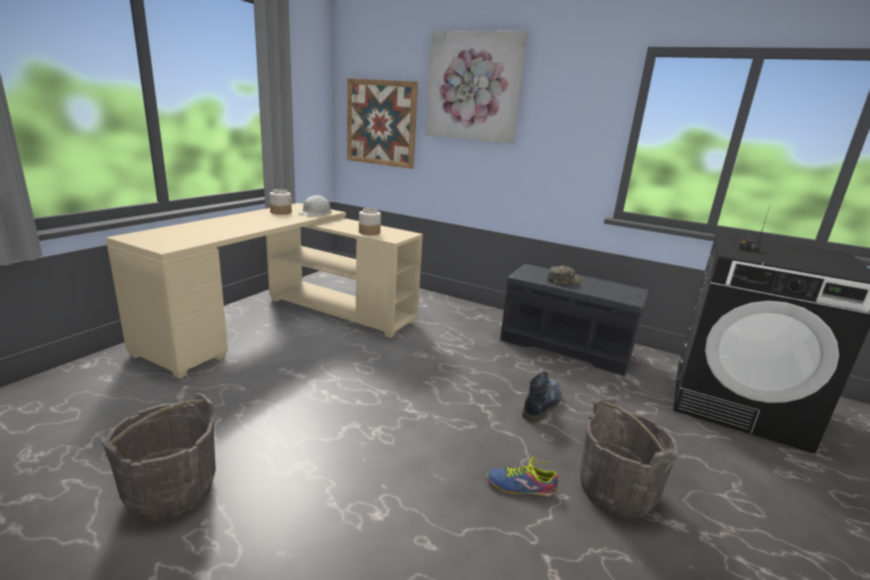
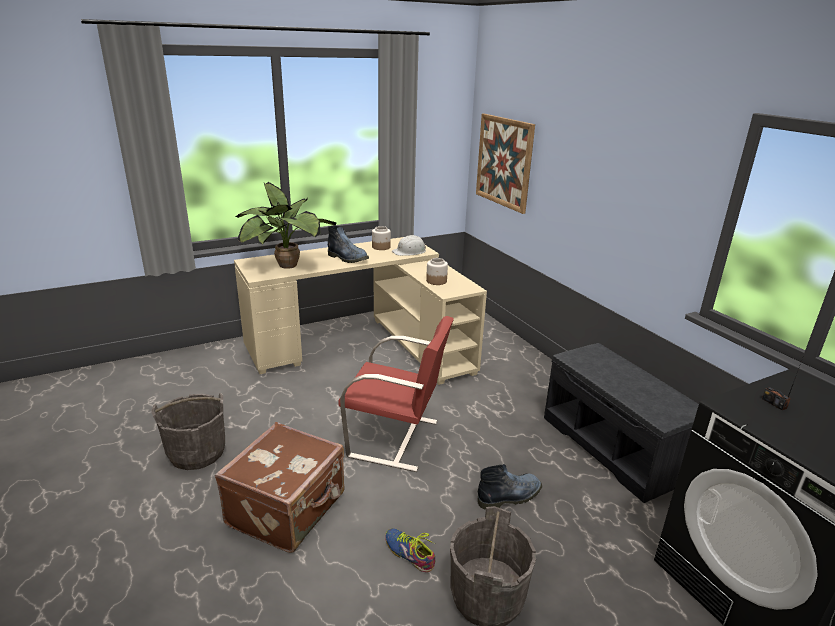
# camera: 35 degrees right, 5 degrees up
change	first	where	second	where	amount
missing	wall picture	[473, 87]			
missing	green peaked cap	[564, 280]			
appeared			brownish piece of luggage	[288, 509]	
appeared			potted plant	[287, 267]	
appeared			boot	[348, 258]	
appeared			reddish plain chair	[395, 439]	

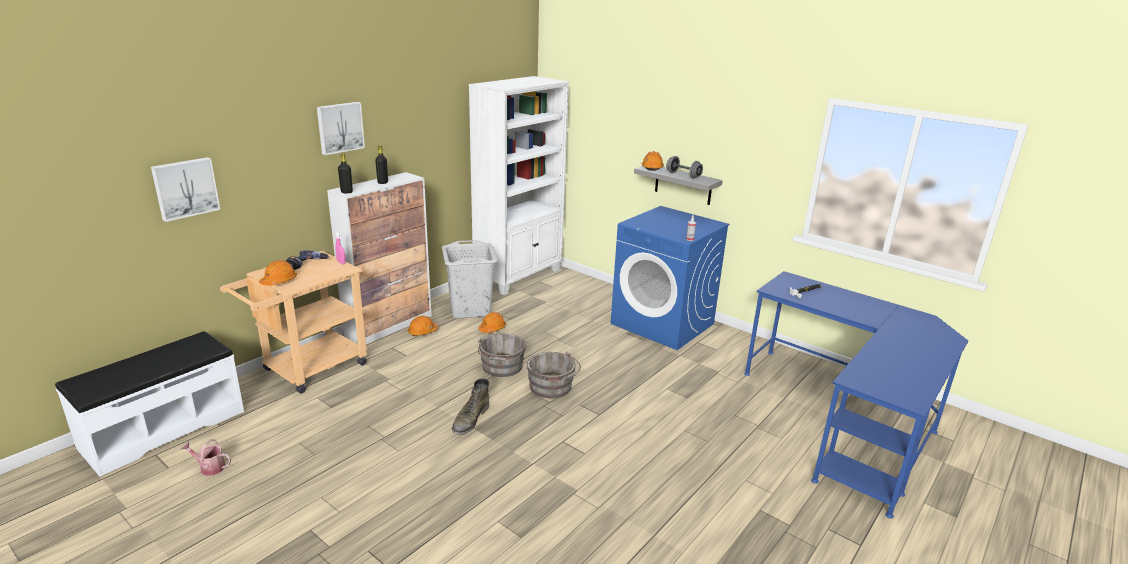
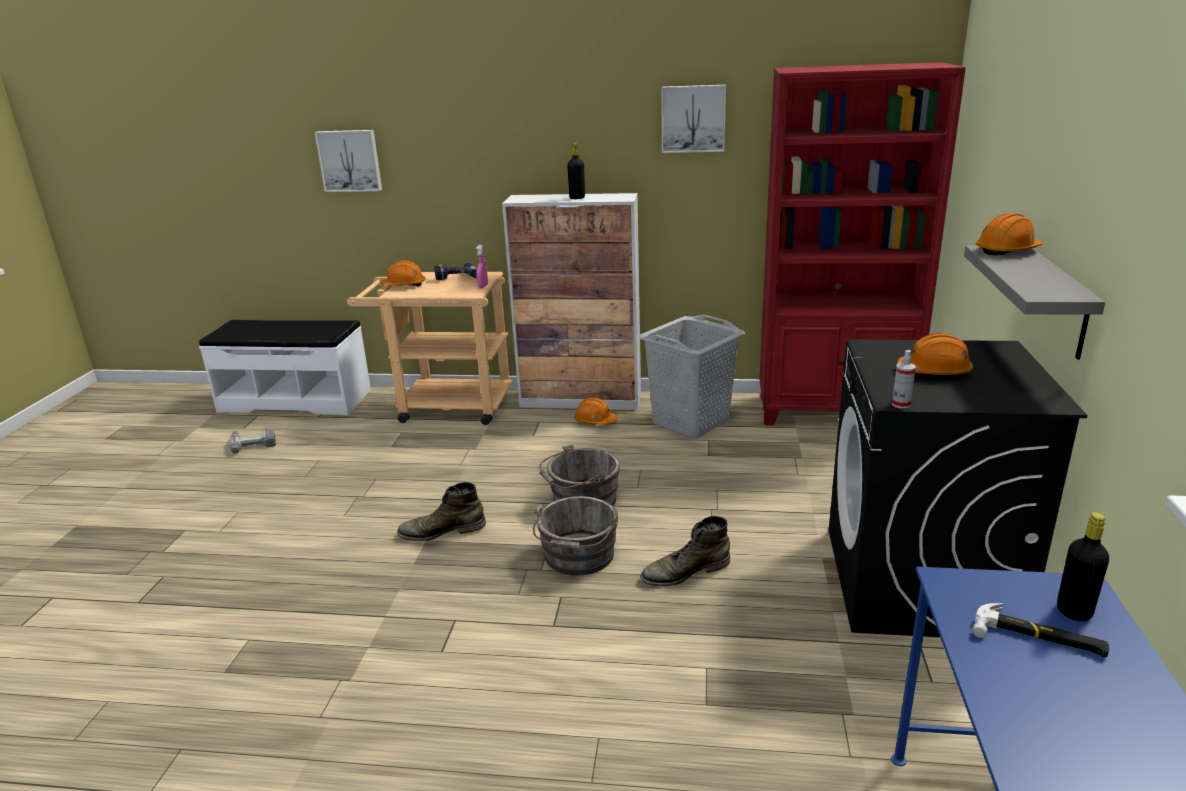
# camera: 60 degrees right, 0 degrees up
change	first	where	second	where	amount
exchanged	watering can	[209, 467]	power drill	[253, 443]	
relocated	wall picture	[339, 127]		[693, 118]	
relocated	black-coloured beverage bottle	[346, 192]		[1074, 611]	
colour	white-coloured bookshelf	[519, 276]	reddish bookshelf	[834, 412]	
relocated	orange-coloured work helmet	[492, 328]		[934, 372]	
colour	blue-coloured laundry appliance	[663, 324]	black-coloured laundry appliance	[919, 582]	
missing	gray hand weight	[683, 175]			
appeared			green boot	[685, 571]	

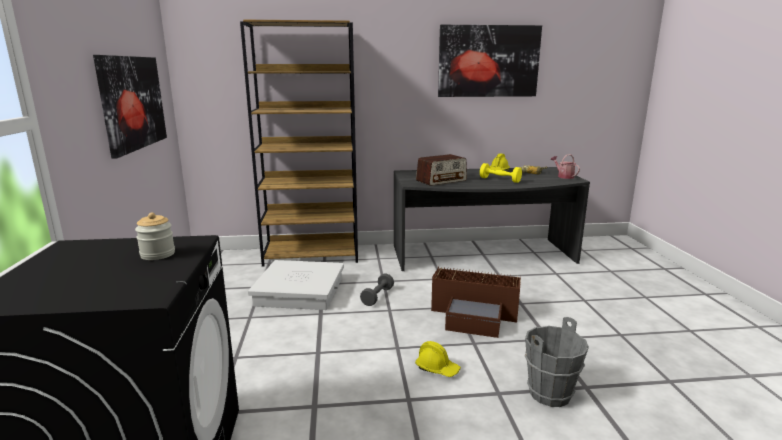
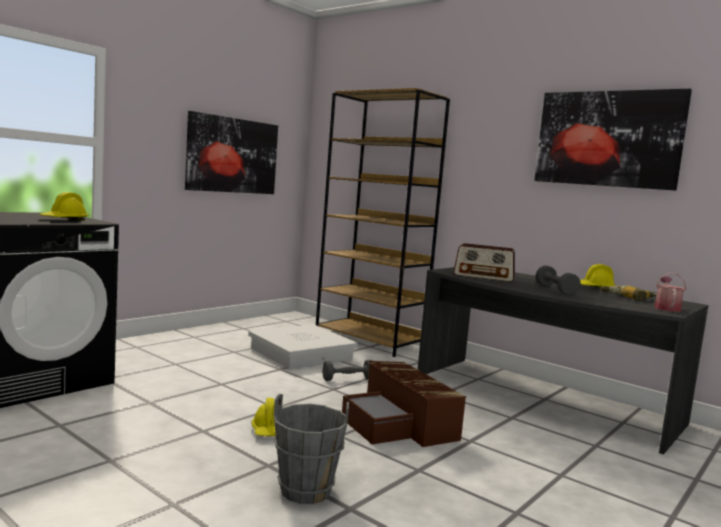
# camera: 45 degrees right, 10 degrees down
change	first	where	second	where	amount
exchanged	preserve jar	[158, 254]	yellow work helmet	[64, 220]	
colour	yellow hand weight	[500, 180]	gray hand weight	[555, 290]	

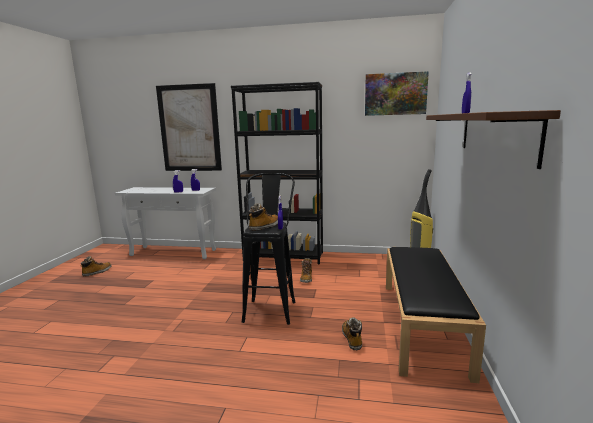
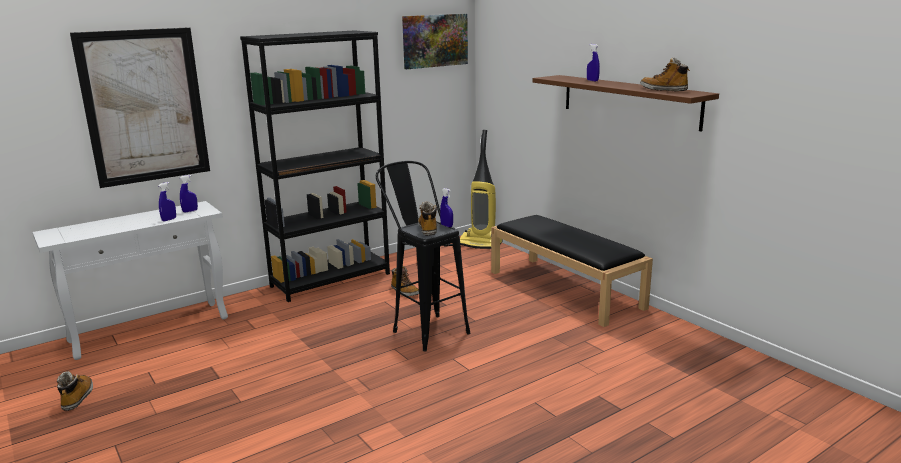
# camera: 45 degrees left, 5 degrees up
change	first	where	second	where	amount
relocated	boot	[352, 339]		[664, 90]	

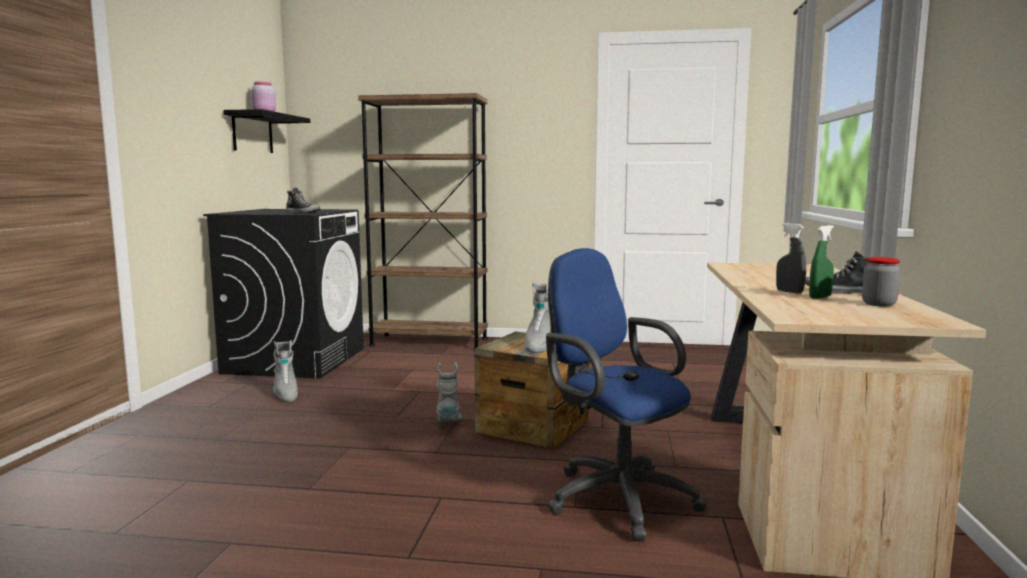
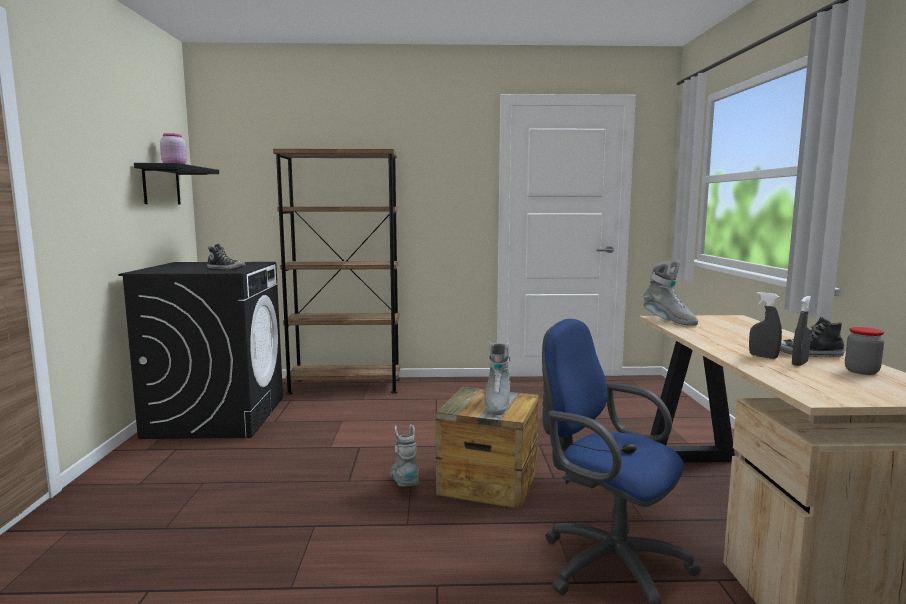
# camera: 10 degrees left, 0 degrees up
change	first	where	second	where	amount
relocated	gray boot	[285, 394]		[668, 321]	
colour	green sprayer	[820, 297]	gray sprayer	[799, 363]	

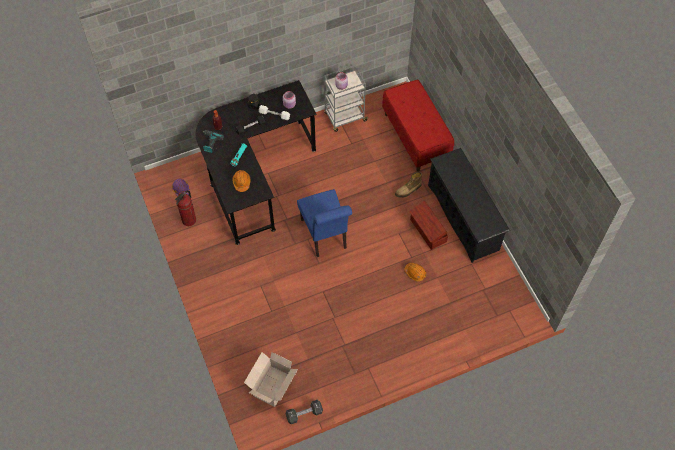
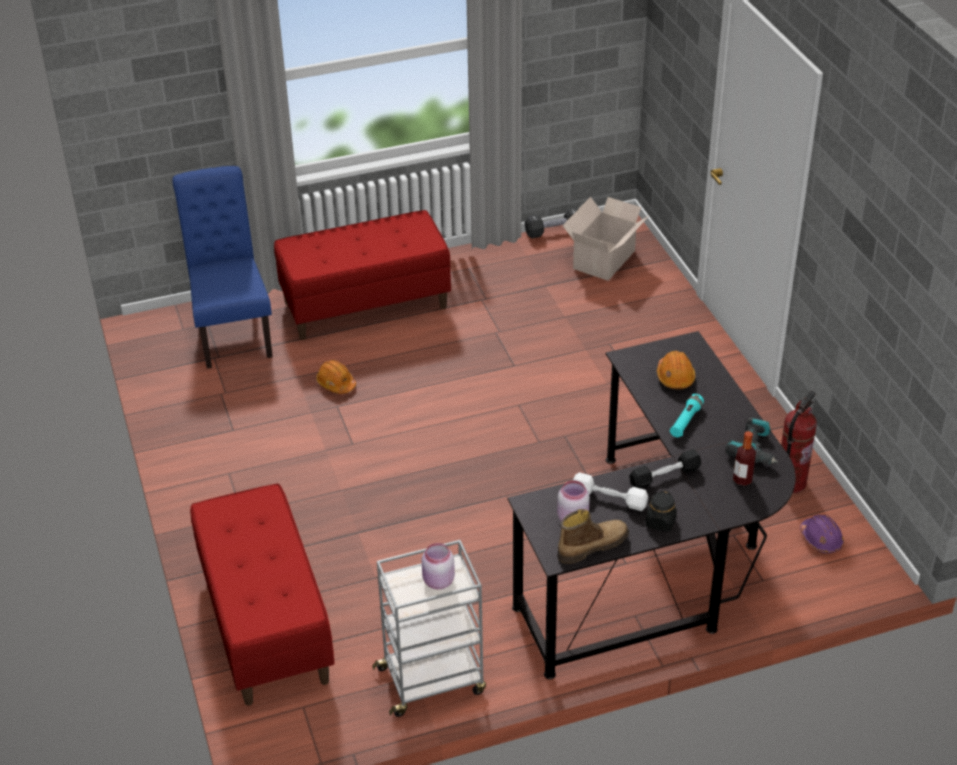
# camera: 175 degrees left, 20 degrees down
change	first	where	second	where	amount
relocated	blue-coloured plain chair	[325, 236]		[232, 331]	
relocated	boot	[408, 190]		[592, 546]	
missing	brownish storage box	[428, 231]			
missing	black-coloured shoe stand	[463, 217]			
appeared			reddish indoor bench	[365, 304]	

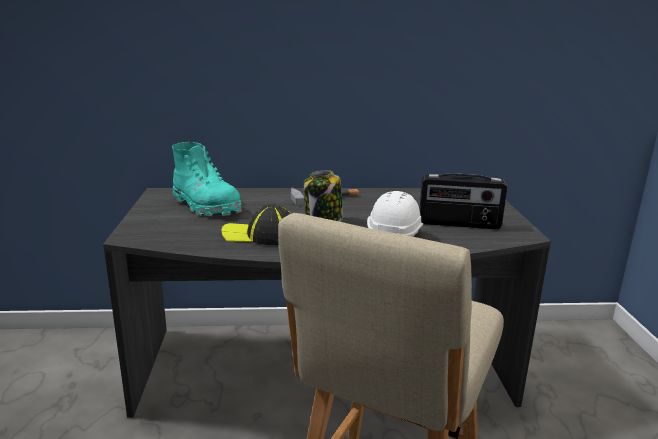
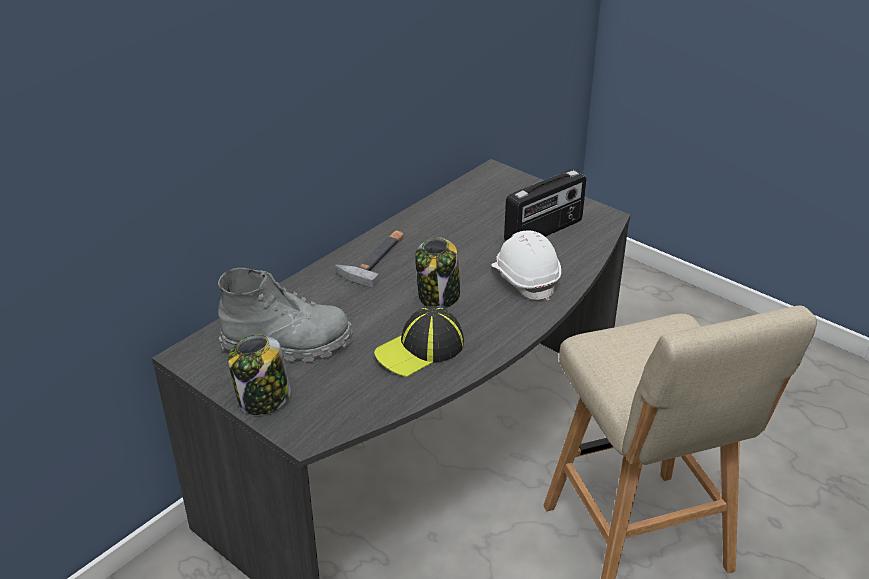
# camera: 45 degrees left, 15 degrees up
change	first	where	second	where	amount
colour	turquoise-coloured boot	[206, 206]	gray boot	[287, 344]	
appeared			preserve jar	[263, 400]	

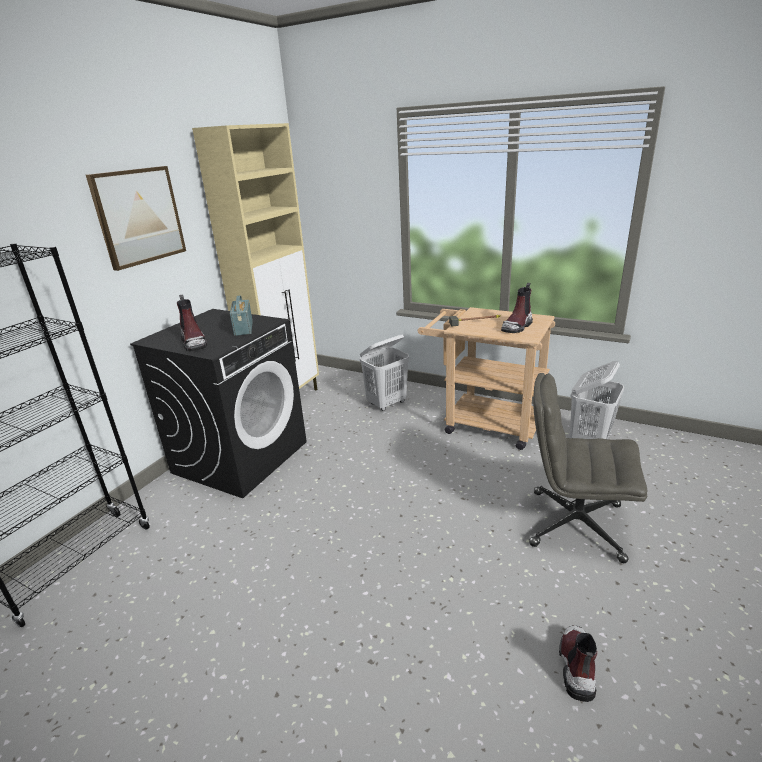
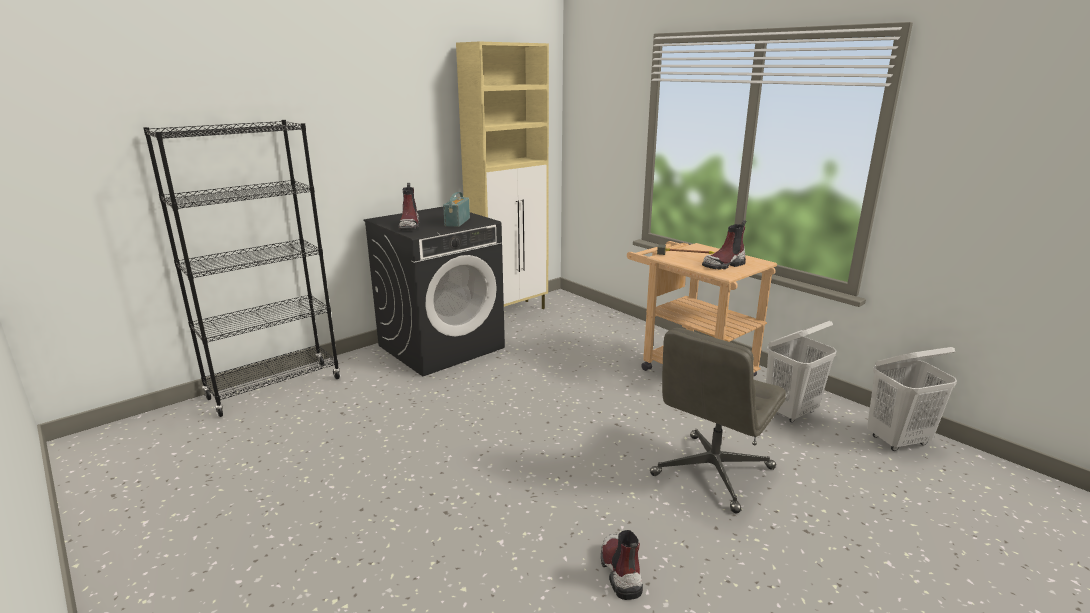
# camera: 20 degrees right, 5 degrees down
change	first	where	second	where	amount
missing	wall picture	[138, 216]			
relocated	white-coloured washing basket	[387, 403]		[898, 441]	
spun	gray office chair	[574, 525]		[712, 473]	90 degrees counterclockwise
spun	boot	[576, 666]		[619, 571]	45 degrees counterclockwise

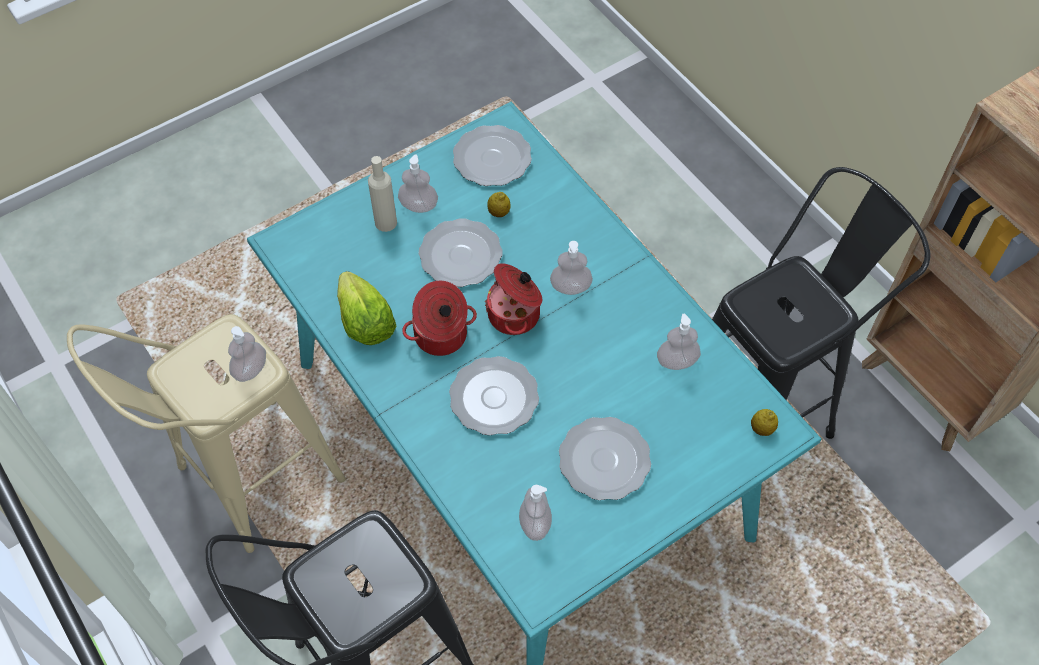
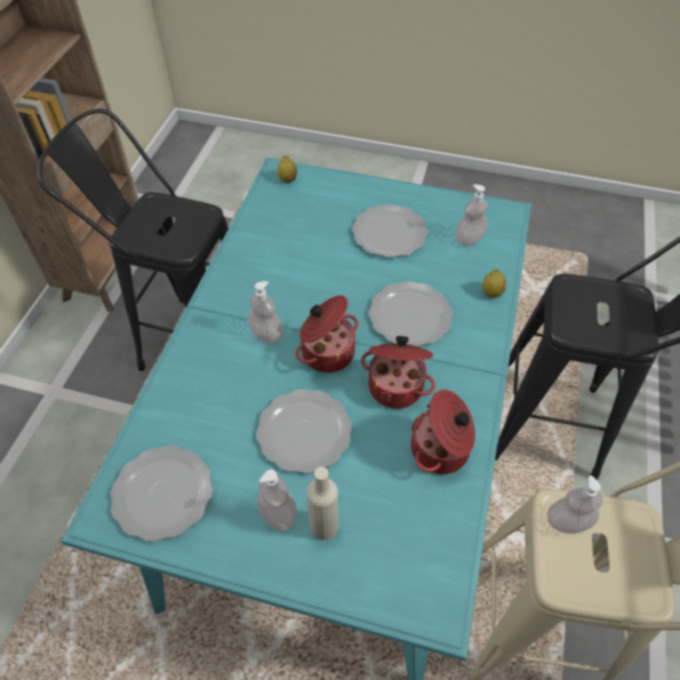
# camera: 130 degrees left, 5 degrees down
change	first	where	second	where	amount
exchanged	lettuce	[365, 323]	cooking pot	[441, 450]	
relocated	whole lemon	[499, 213]		[491, 293]	
missing	liquid soap bottle	[677, 361]			

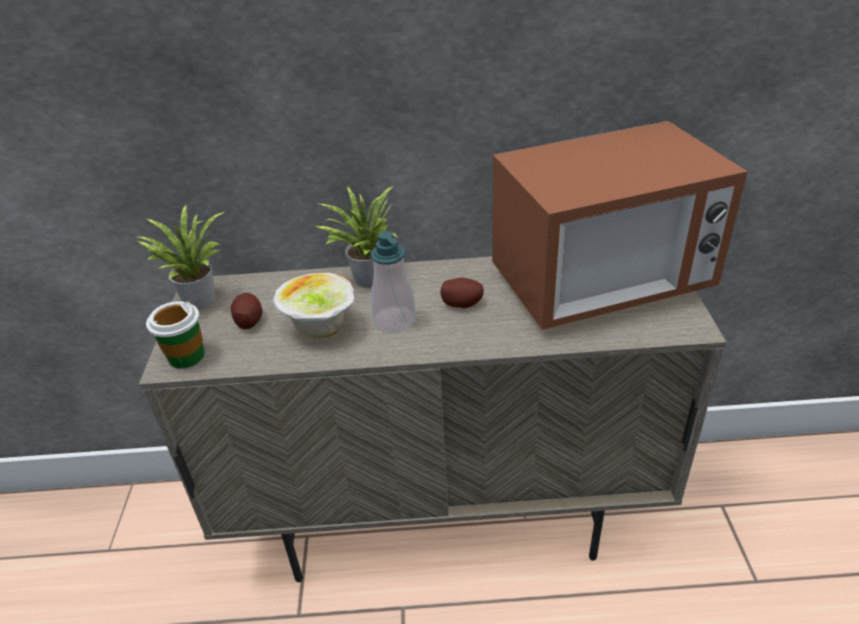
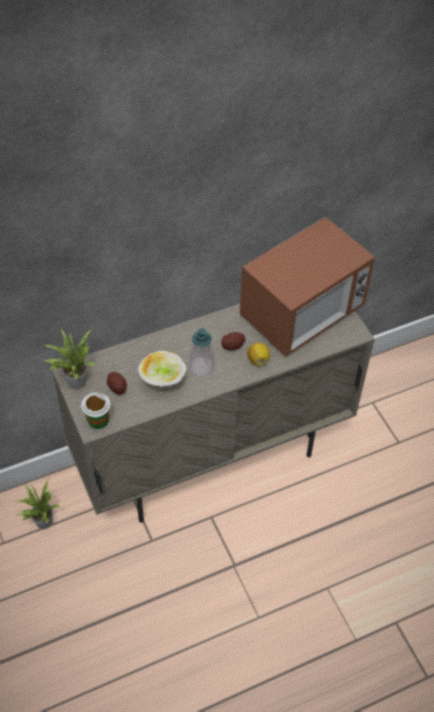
# camera: 25 degrees left, 15 degrees up
change	first	where	second	where	amount
relocated	potted plant	[366, 277]		[41, 521]	
appeared			whole lemon	[258, 360]	

